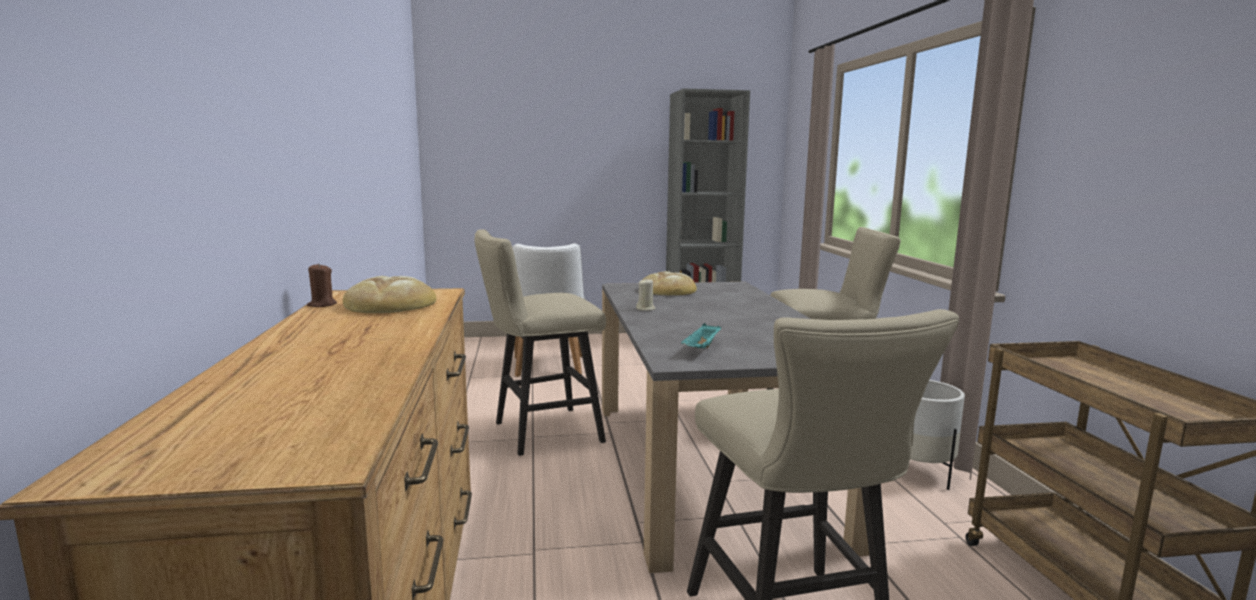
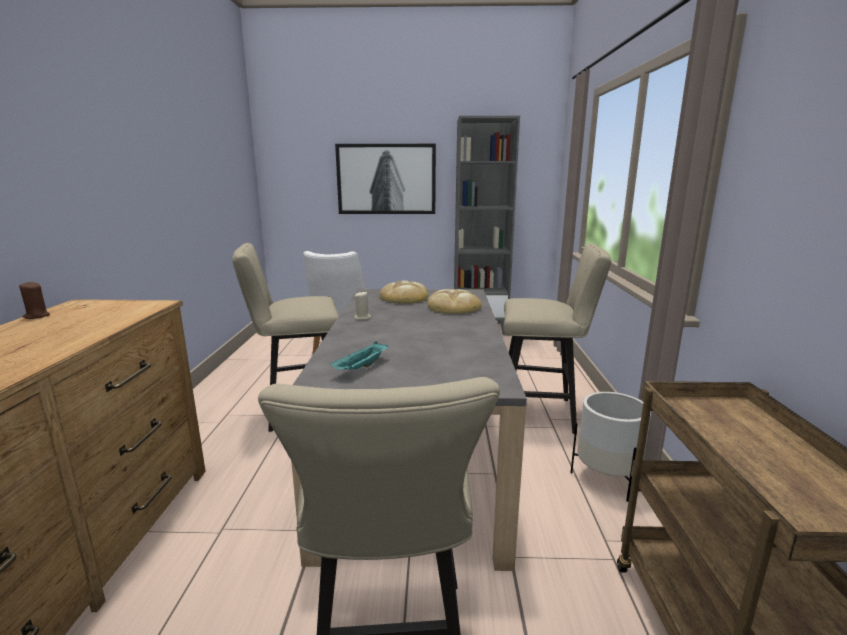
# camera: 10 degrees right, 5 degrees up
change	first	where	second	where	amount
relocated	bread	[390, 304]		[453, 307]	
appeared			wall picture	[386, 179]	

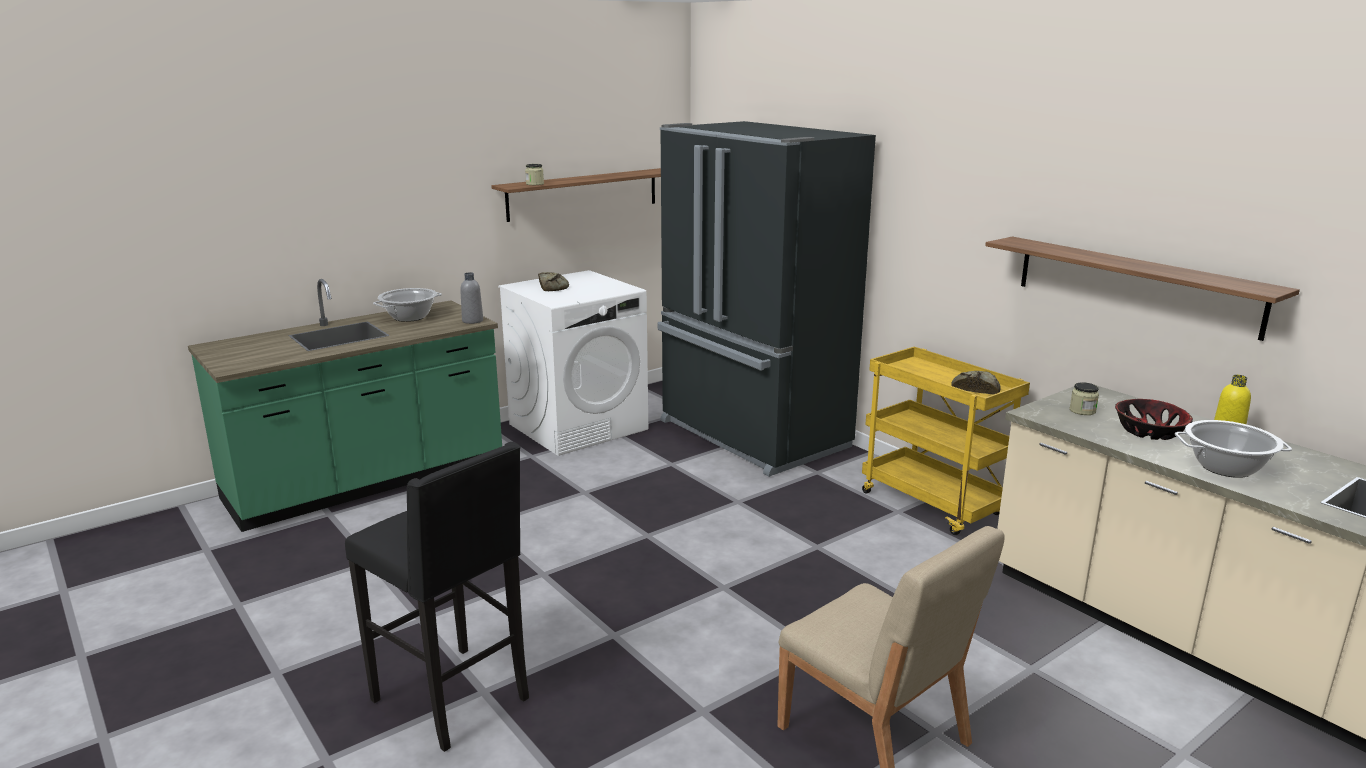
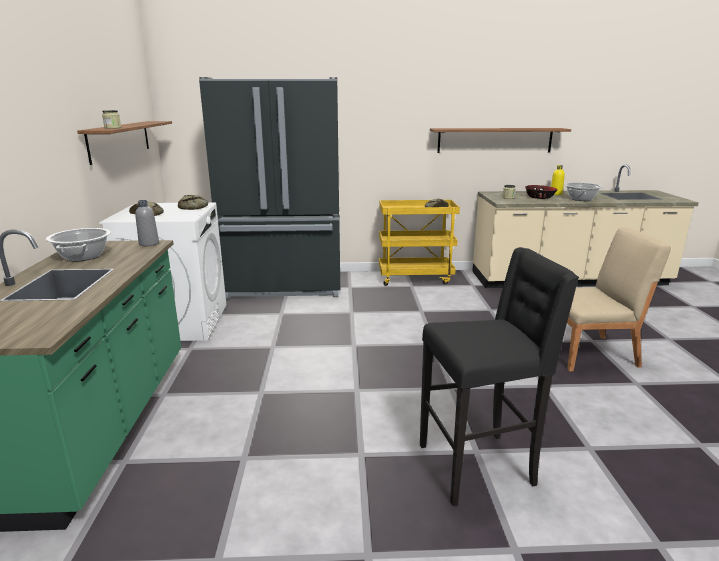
# camera: 55 degrees left, 0 degrees up
change	first	where	second	where	amount
appeared			bread	[194, 207]	

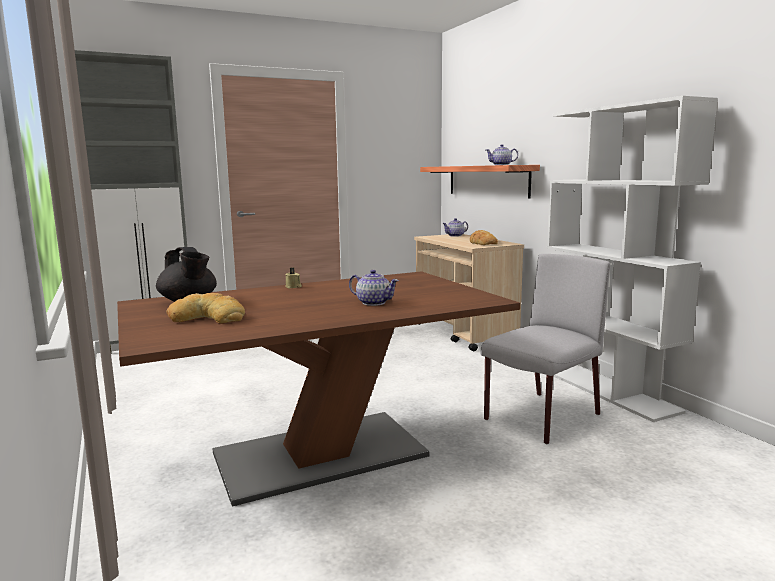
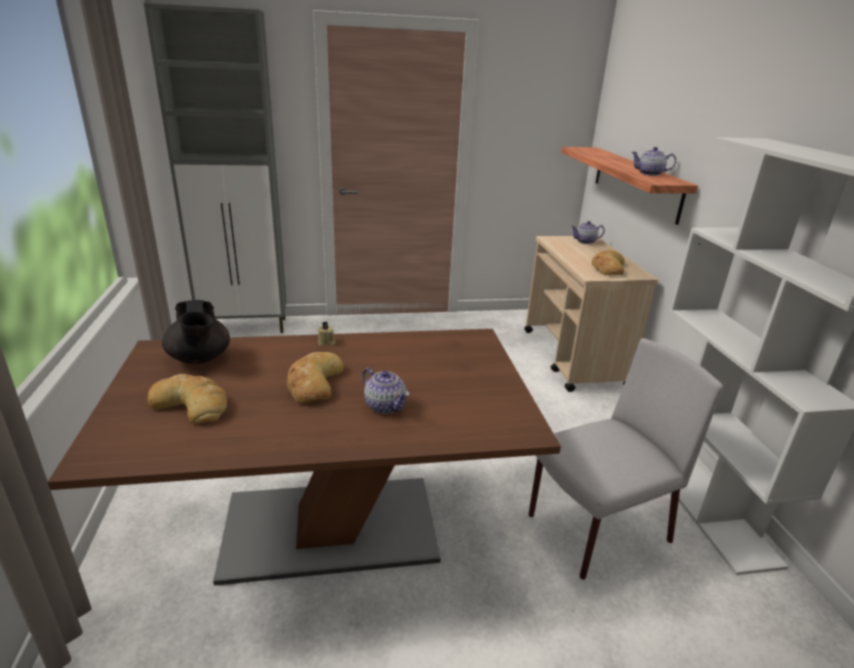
# camera: 15 degrees right, 15 degrees up
change	first	where	second	where	amount
appeared			bread	[313, 383]	

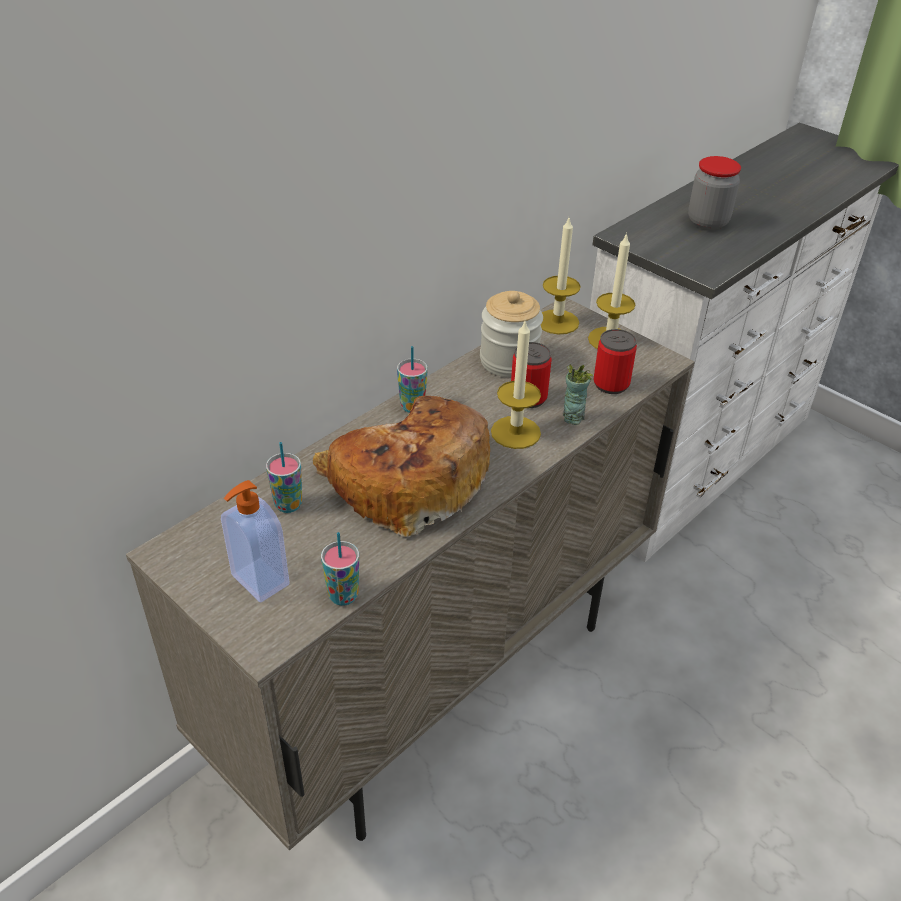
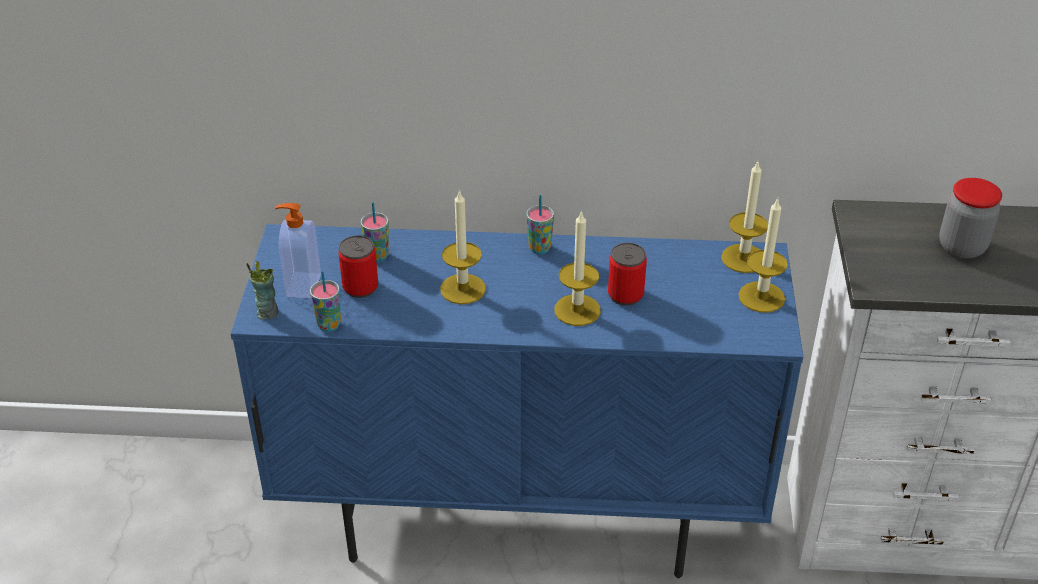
# camera: 50 degrees right, 0 degrees up
change	first	where	second	where	amount
colour	beige-coloured cabinet	[440, 683]	blue-coloured cabinet	[520, 517]	
exchanged	bread	[406, 479]	wax light	[463, 289]	
missing	preserve jar	[509, 361]			
relocated	cup	[572, 417]		[267, 312]	
relocated	metal can	[611, 384]		[360, 287]	

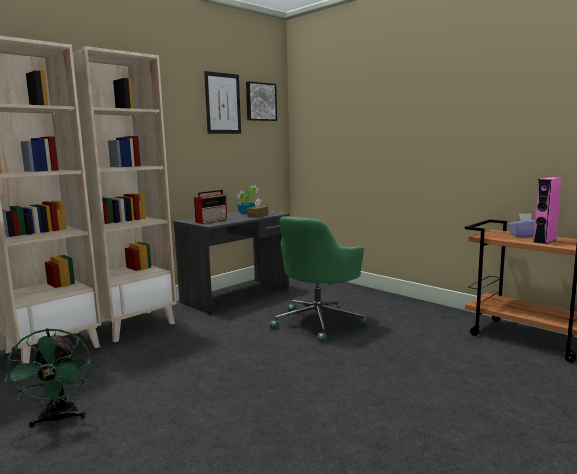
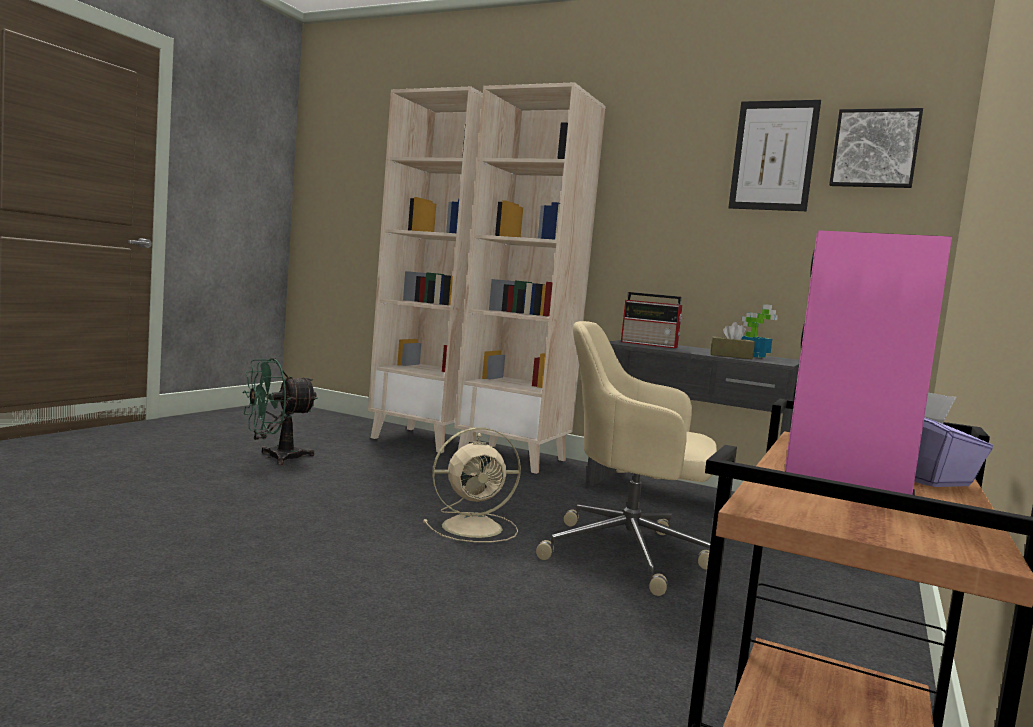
# camera: 70 degrees right, 5 degrees down
change	first	where	second	where	amount
colour	green office chair	[319, 322]	beige-coloured office chair	[629, 554]	
appeared			beige-coloured cooling fan	[475, 527]	

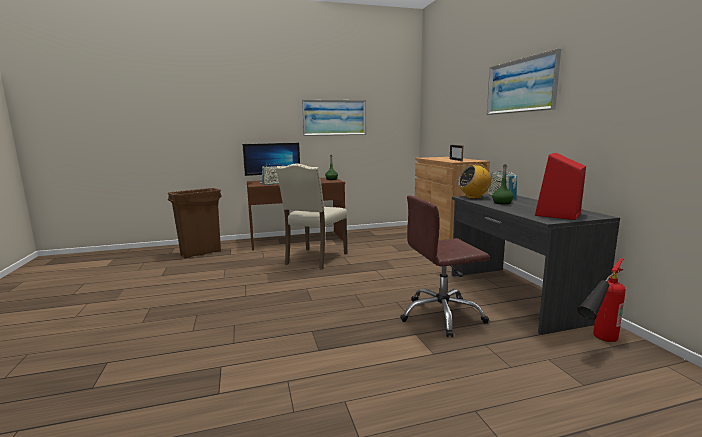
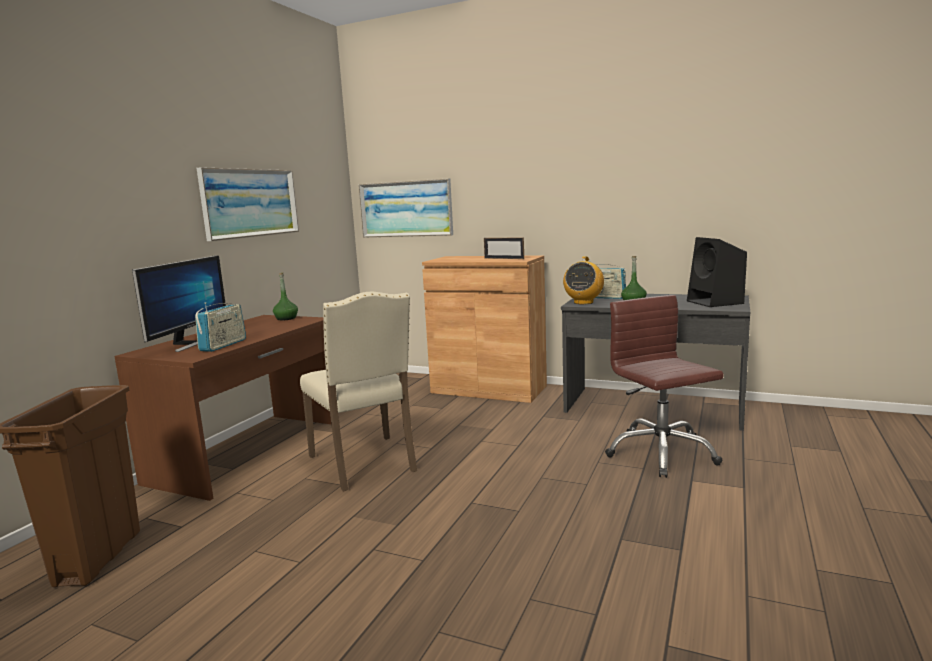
# camera: 50 degrees left, 0 degrees up
change	first	where	second	where	amount
spun	brownish office chair	[441, 315]		[660, 453]	135 degrees clockwise
relocated	wall picture	[521, 86]		[406, 209]	
colour	reddish loudspeaker	[558, 215]	black-coloured loudspeaker	[716, 302]	
missing	fire extinguisher	[596, 343]			

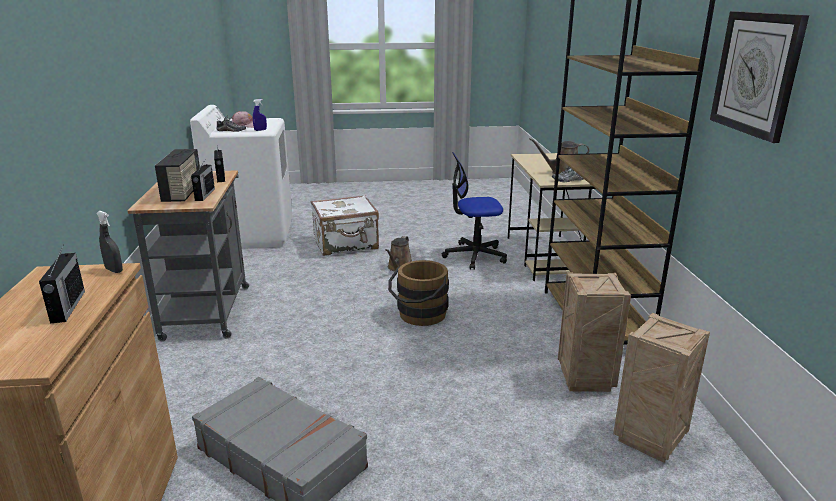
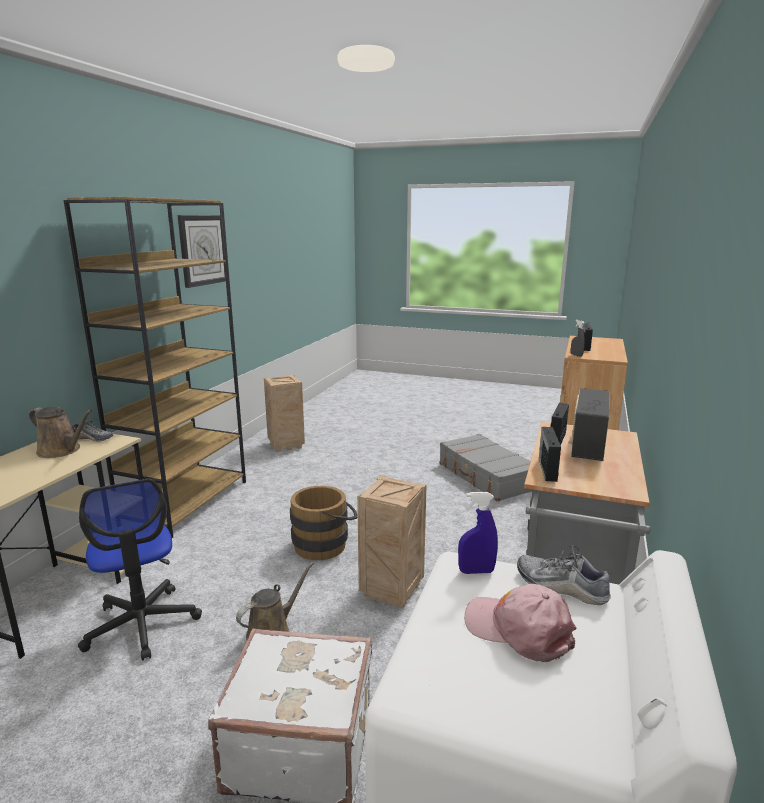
# camera: 155 degrees left, 5 degrees down
change	first	where	second	where	amount
spun	office chair	[474, 256]		[142, 624]	45 degrees clockwise
relocated	packing crate	[584, 378]		[392, 591]	

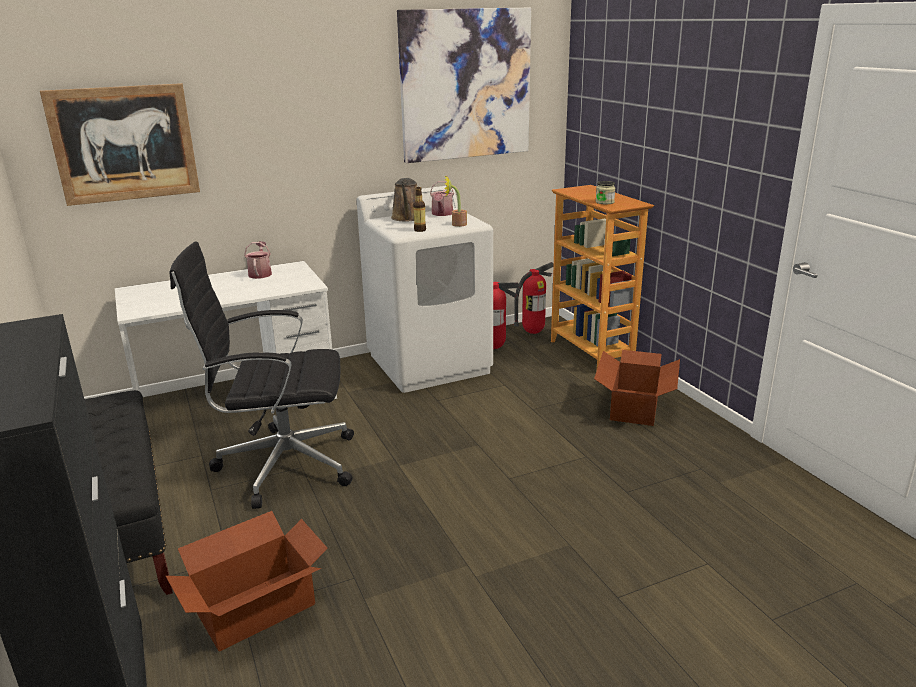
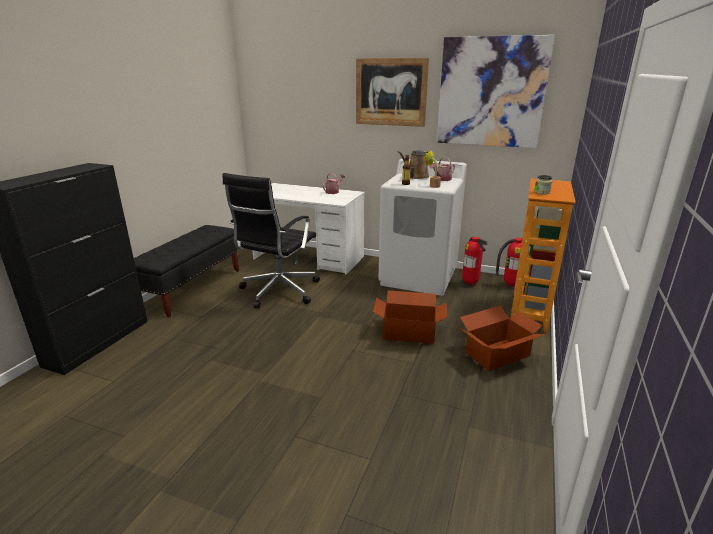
# camera: 45 degrees right, 0 degrees up
change	first	where	second	where	amount
relocated	wall picture	[124, 144]		[390, 92]	
relocated	cardboard box	[254, 608]		[408, 332]	
spun	black-coloured office chair	[282, 464]		[278, 291]	105 degrees counterclockwise

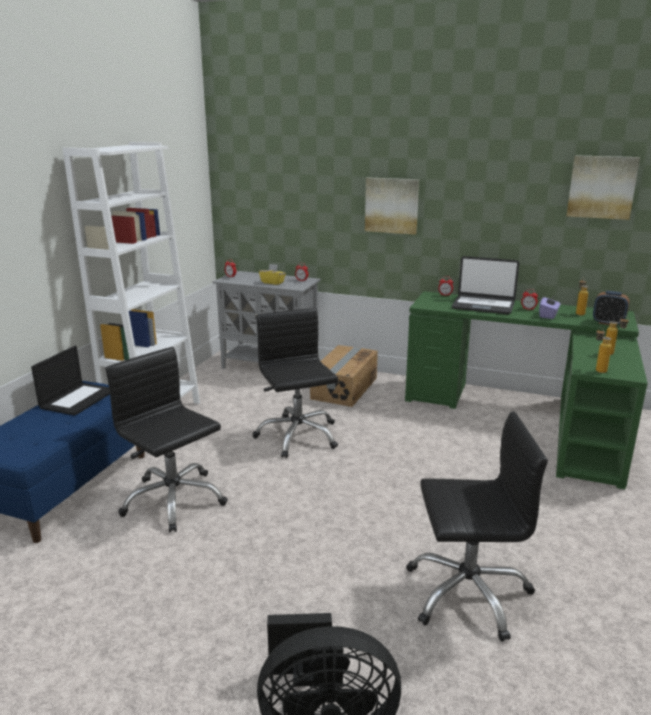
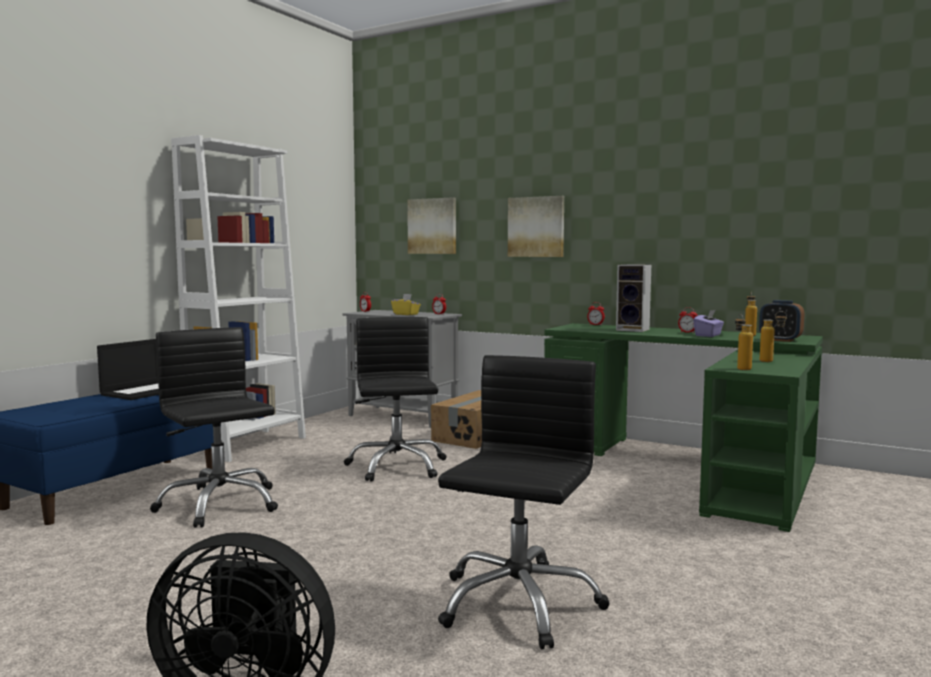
# camera: 10 degrees right, 15 degrees down
change	first	where	second	where	amount
spun	black-coloured office chair	[467, 592]		[517, 603]	75 degrees counterclockwise
exchanged	laptop	[483, 305]	loudspeaker	[634, 330]	
relocated	wall picture	[601, 187]		[432, 226]	

